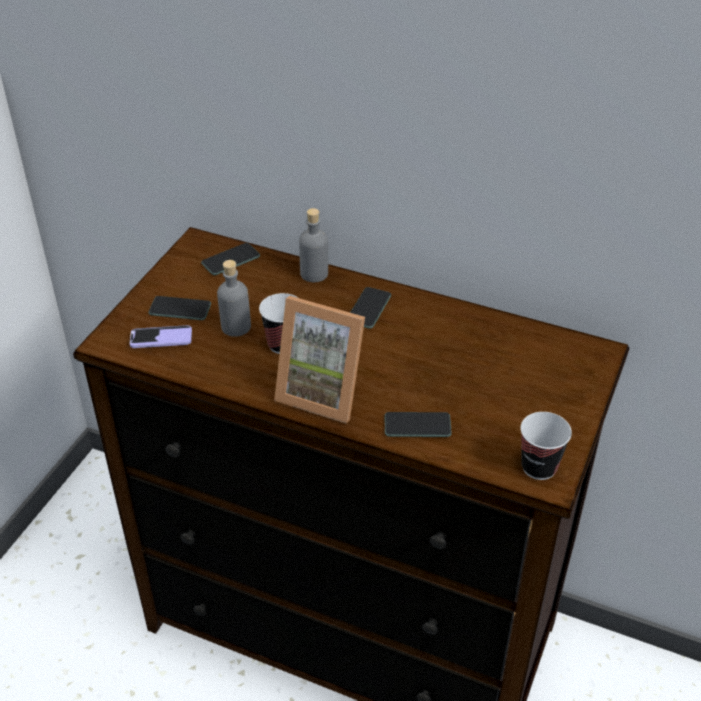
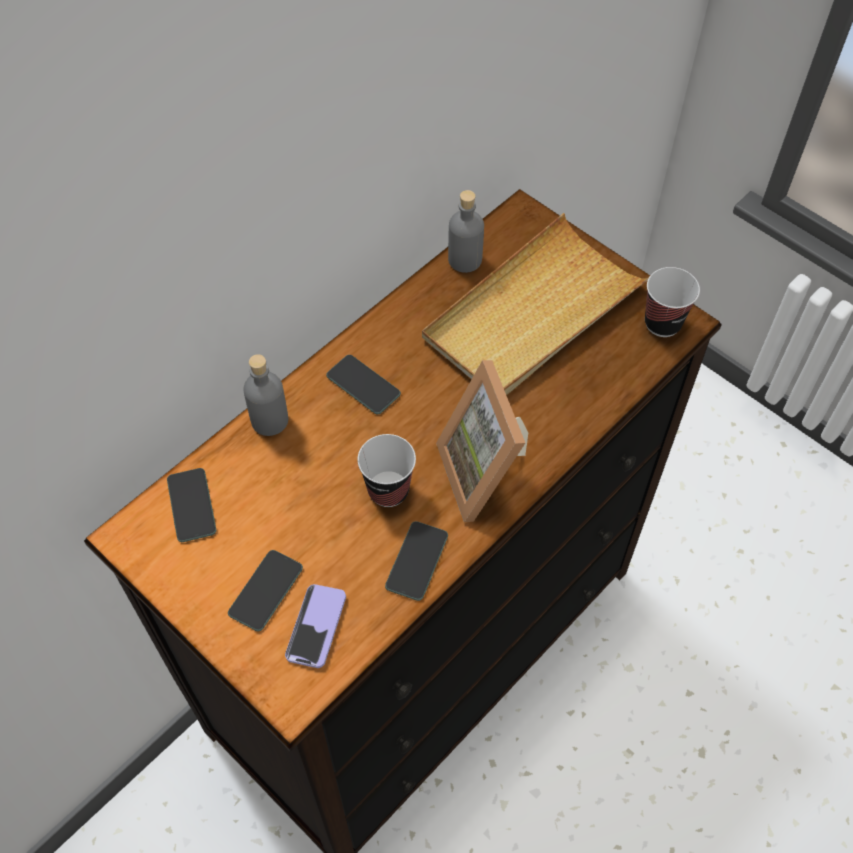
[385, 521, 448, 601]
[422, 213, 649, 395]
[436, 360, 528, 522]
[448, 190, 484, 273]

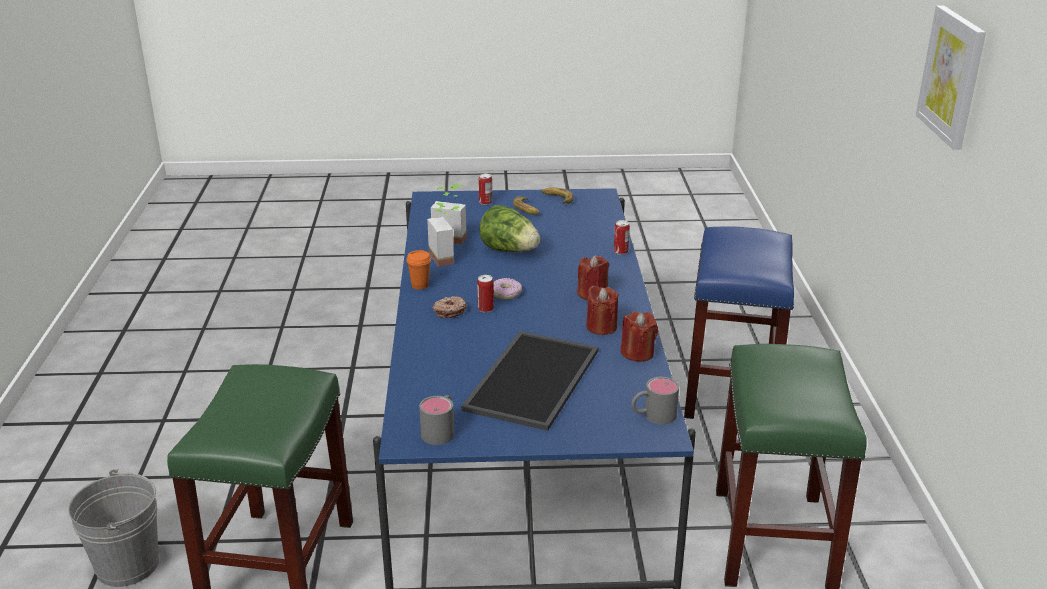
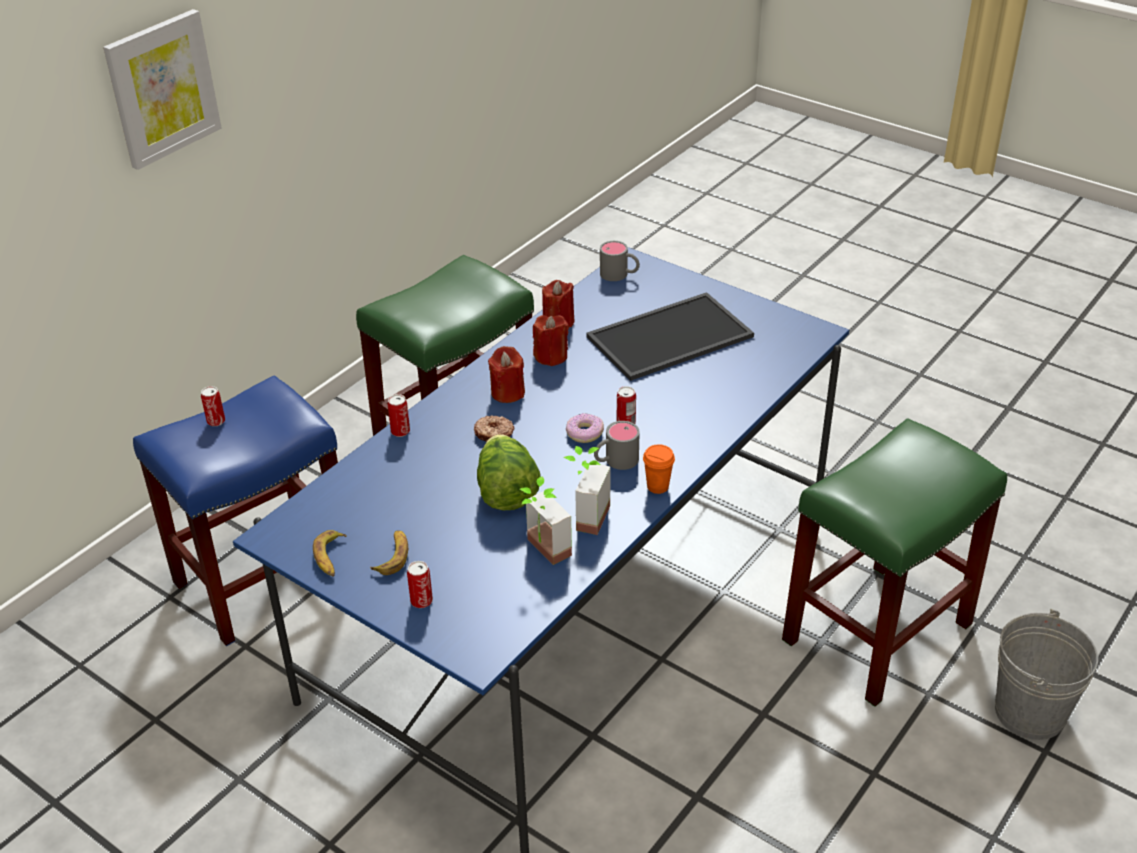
[201, 386, 225, 426]
[474, 415, 514, 442]
[594, 421, 640, 470]

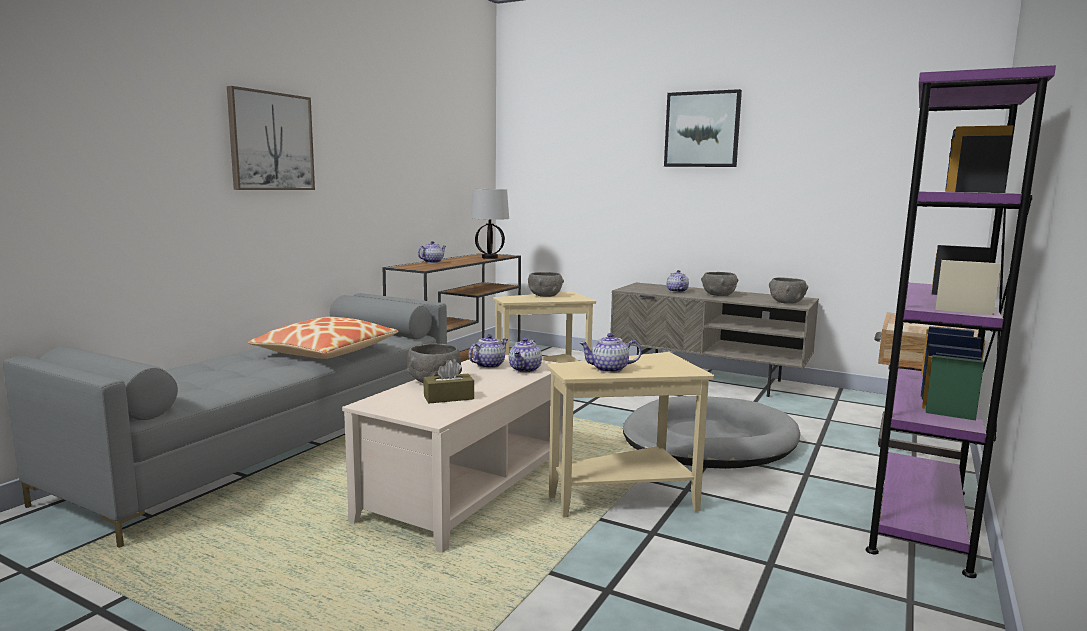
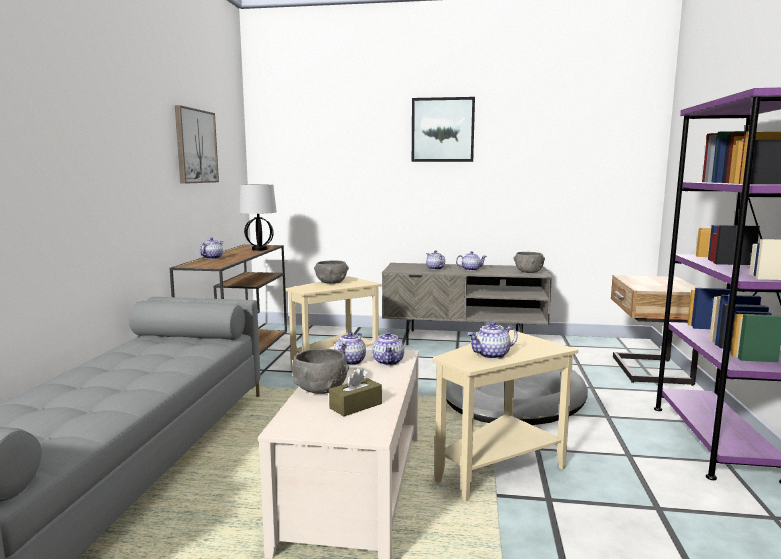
[175, 105, 219, 184]
[456, 251, 487, 271]
[248, 317, 399, 359] (first image)

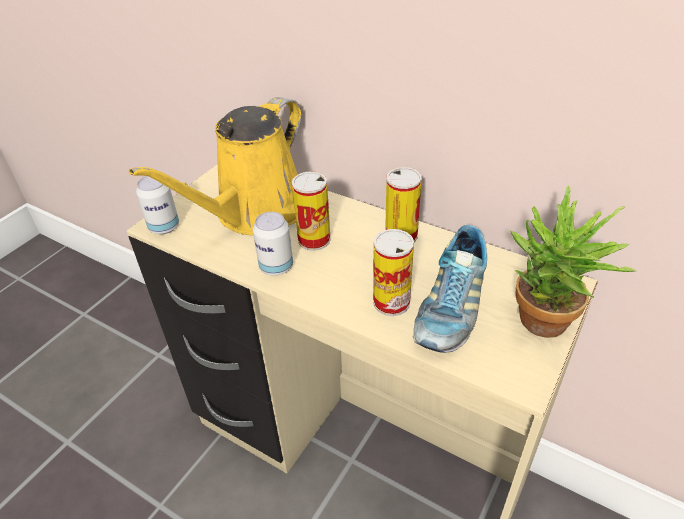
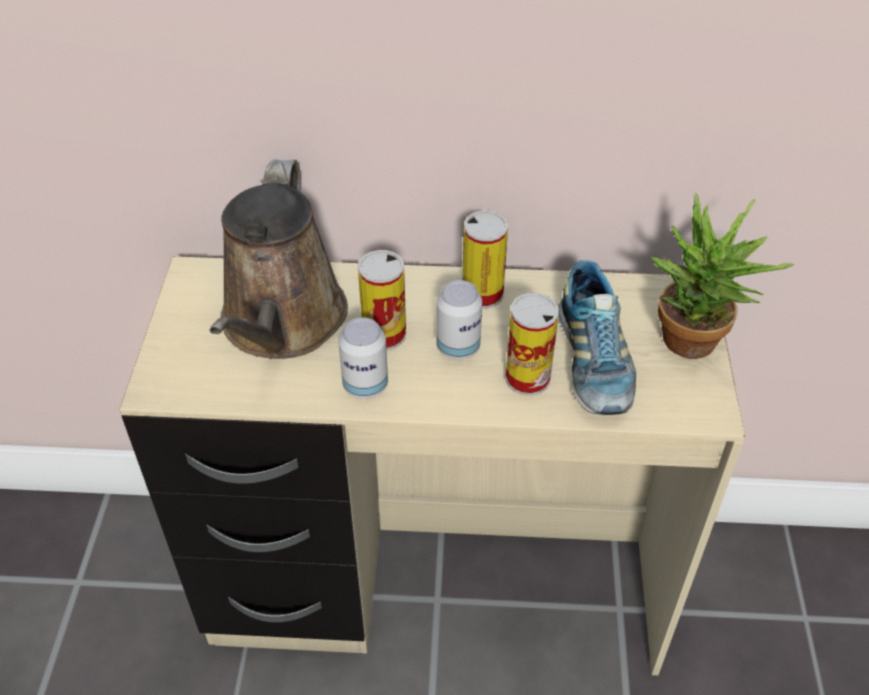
[210, 159, 348, 359]
[436, 280, 482, 359]

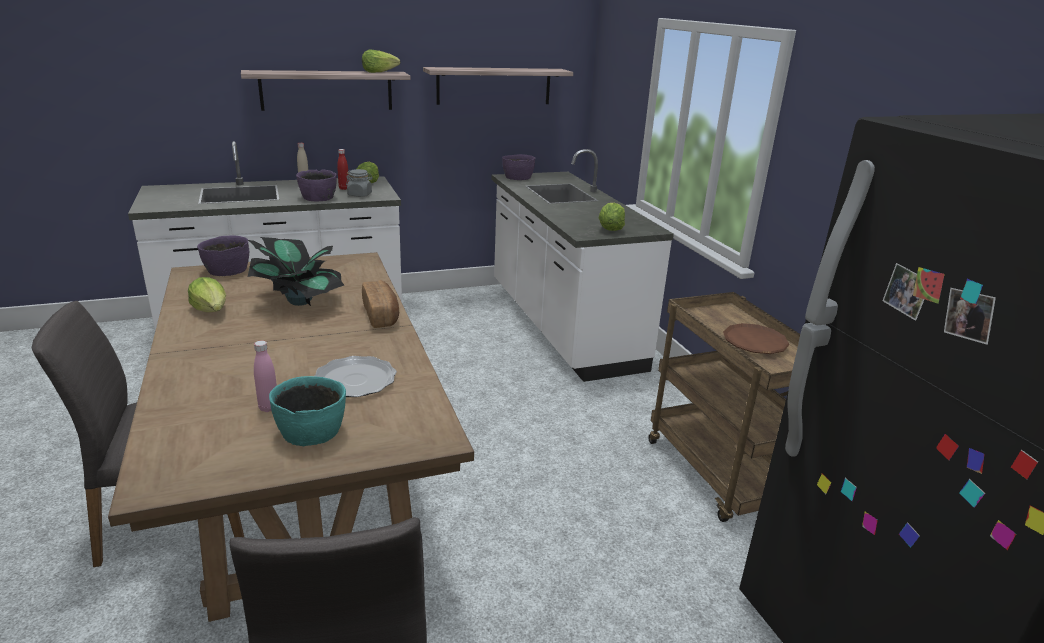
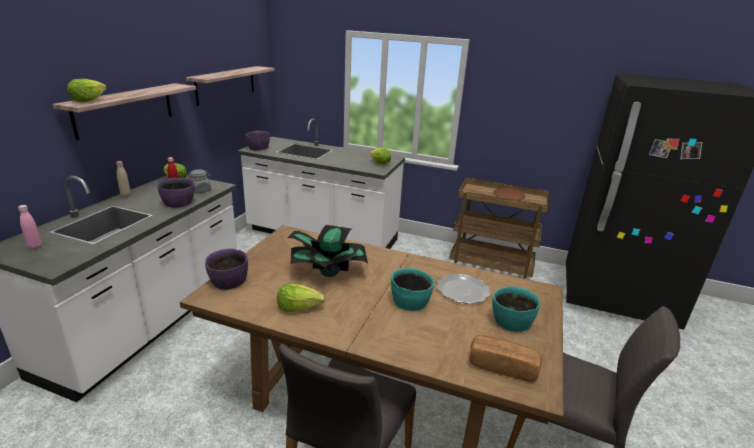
[18, 205, 42, 250]
[67, 79, 107, 103]
[391, 268, 434, 311]
[469, 335, 542, 382]

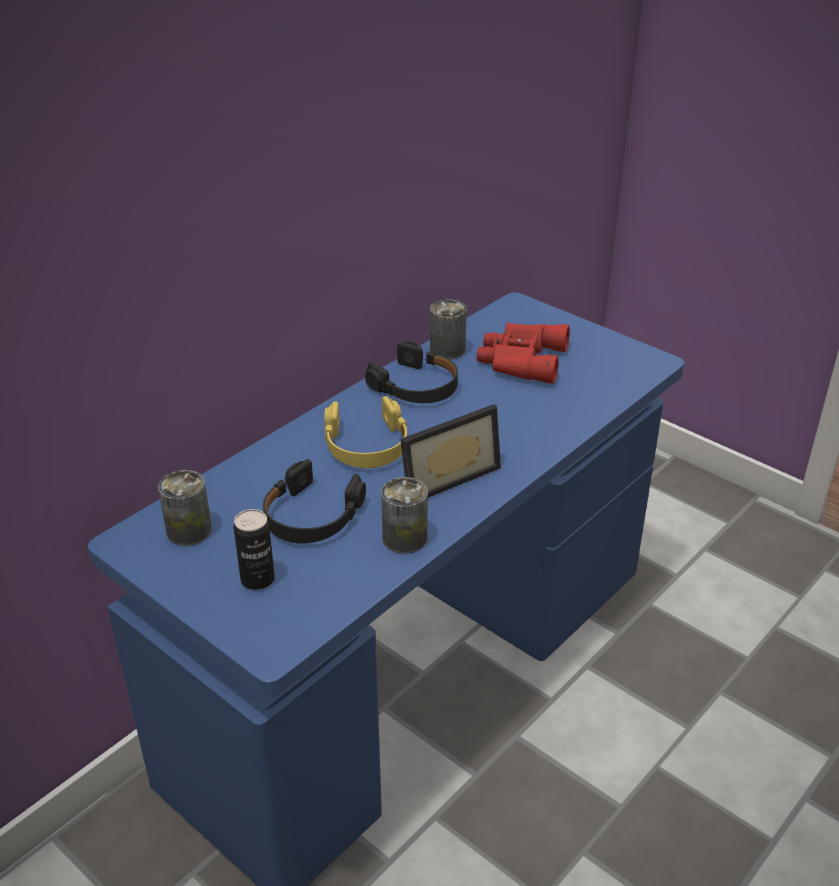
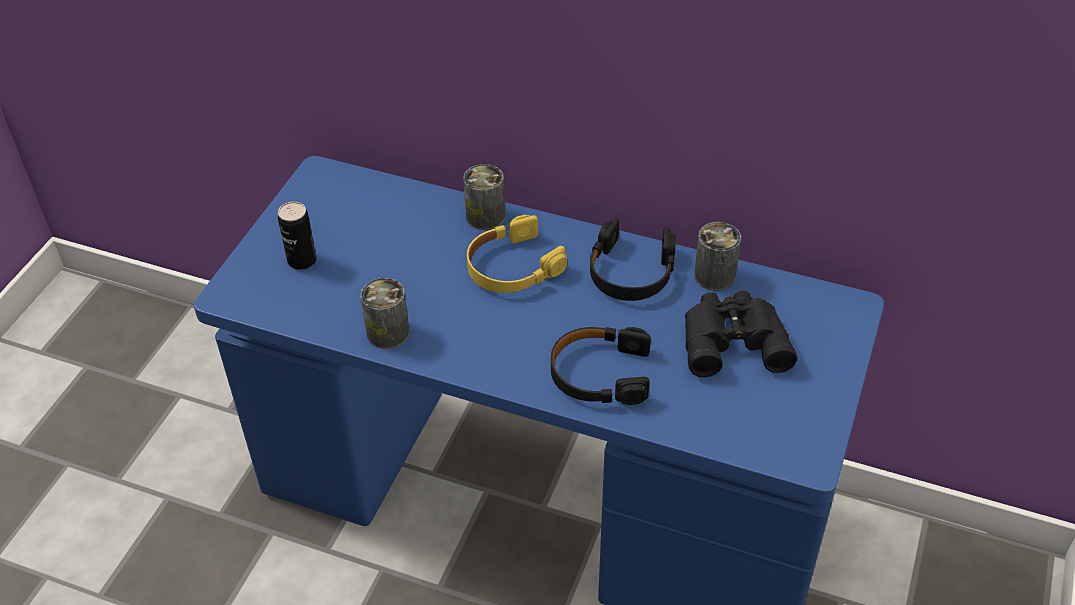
[463, 164, 505, 230]
[551, 327, 651, 405]
[685, 291, 797, 377]
[400, 404, 501, 498] (first image)

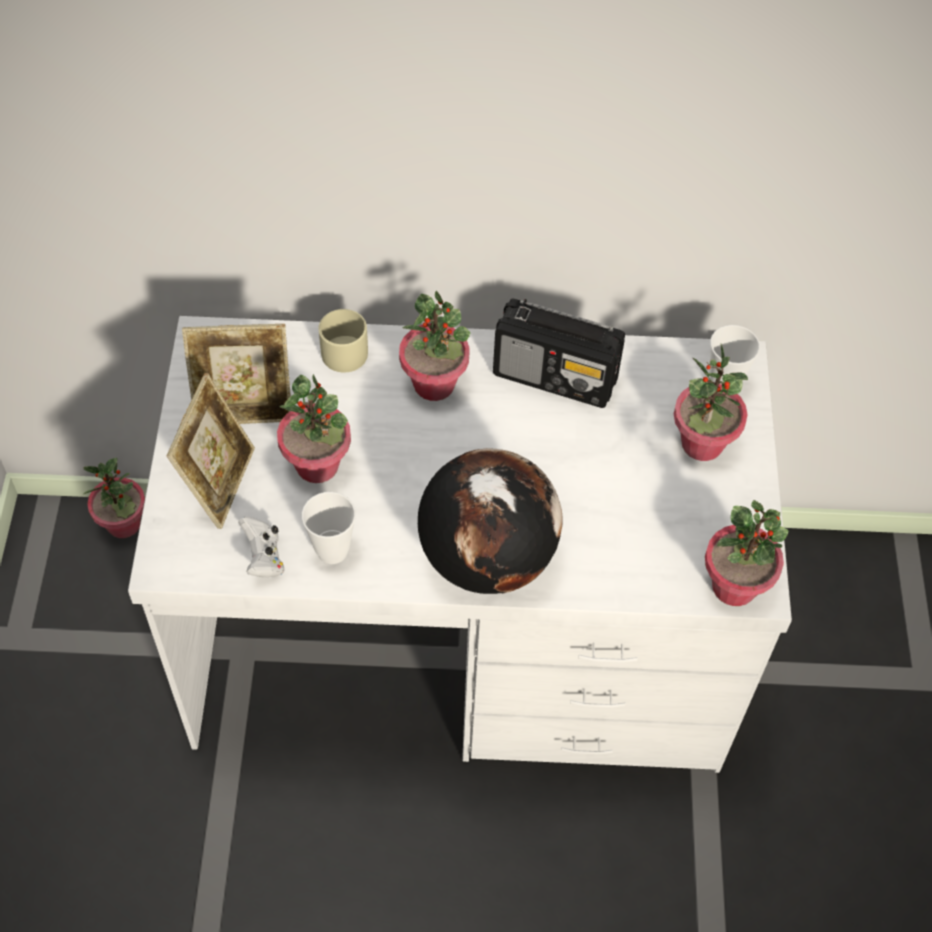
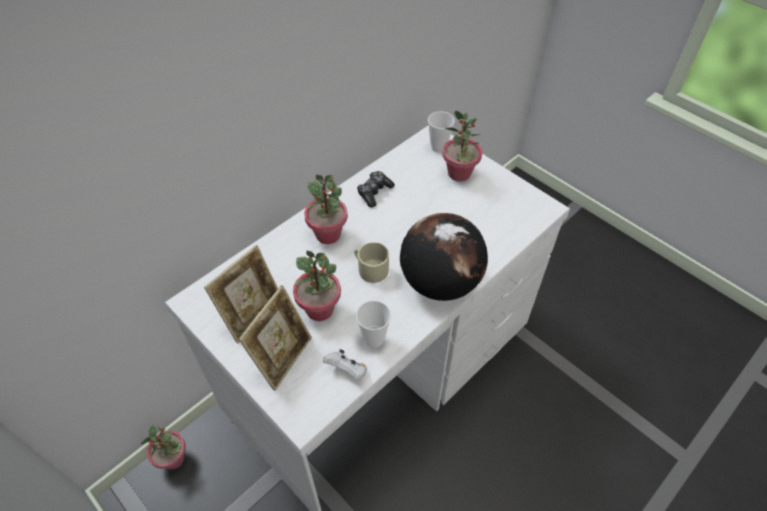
[238, 285, 312, 391]
[354, 242, 389, 283]
[357, 171, 395, 208]
[705, 500, 788, 606] (first image)

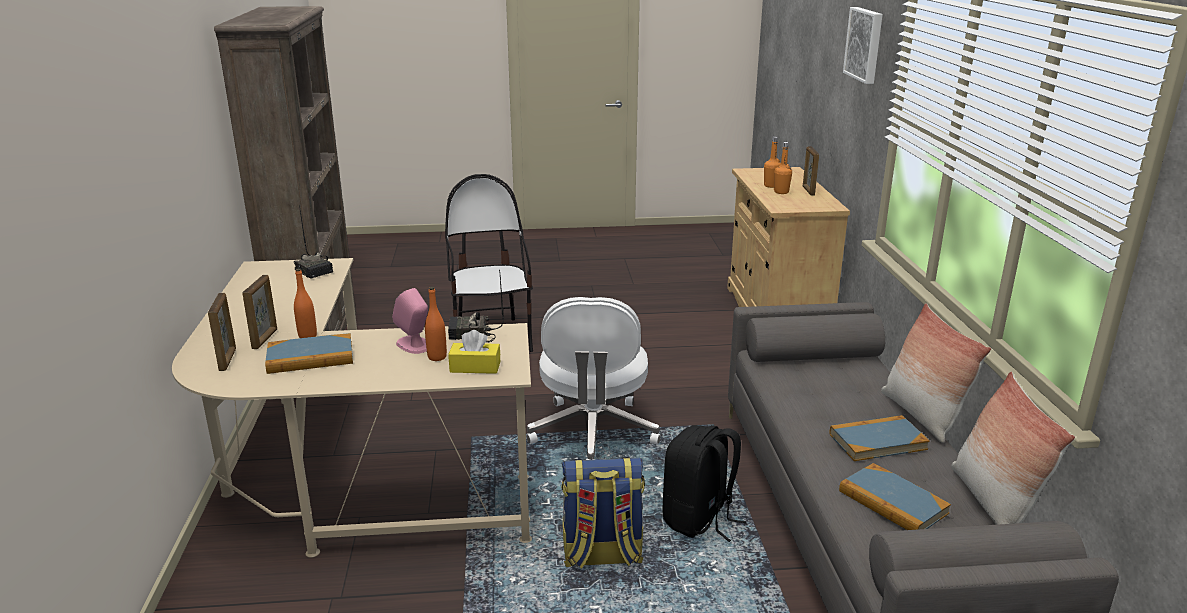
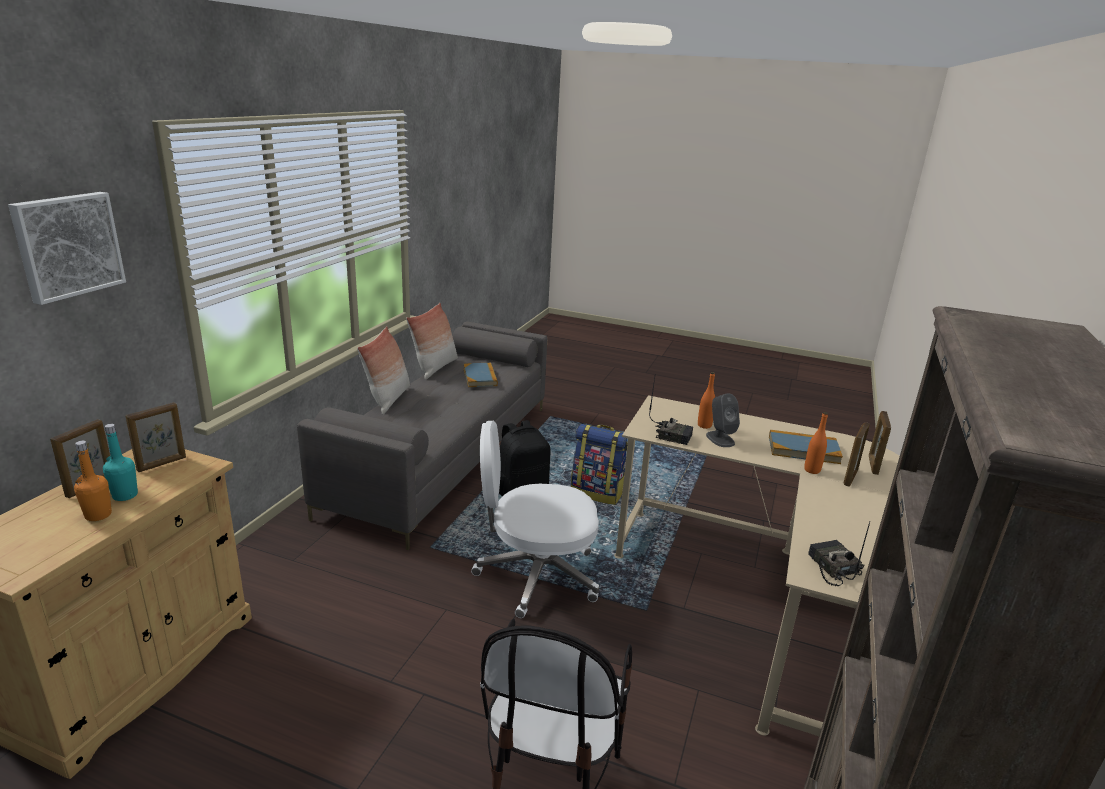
[103, 424, 138, 501]
[126, 402, 186, 472]
[471, 421, 599, 618]
[706, 393, 740, 447]
[448, 330, 500, 374] (first image)
[830, 415, 930, 461] (first image)

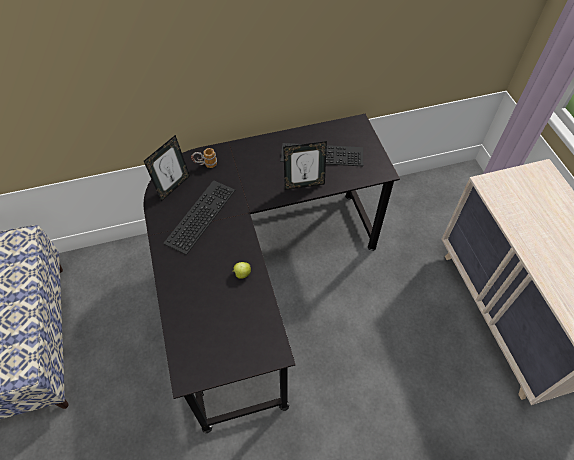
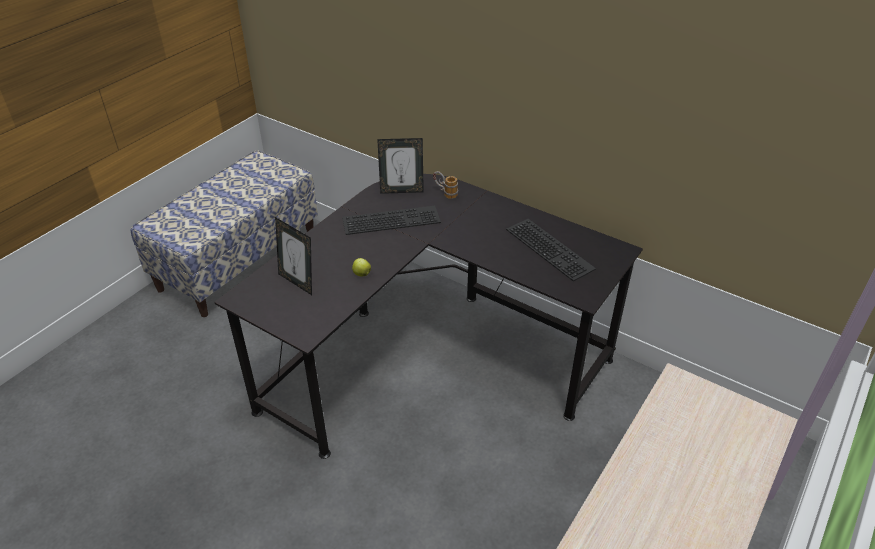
[275, 217, 312, 295]

